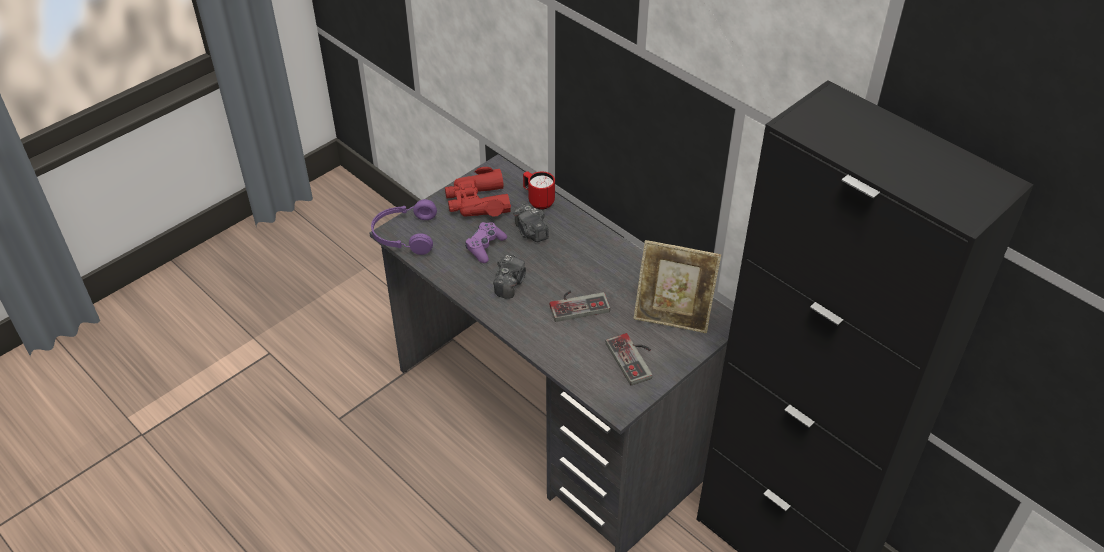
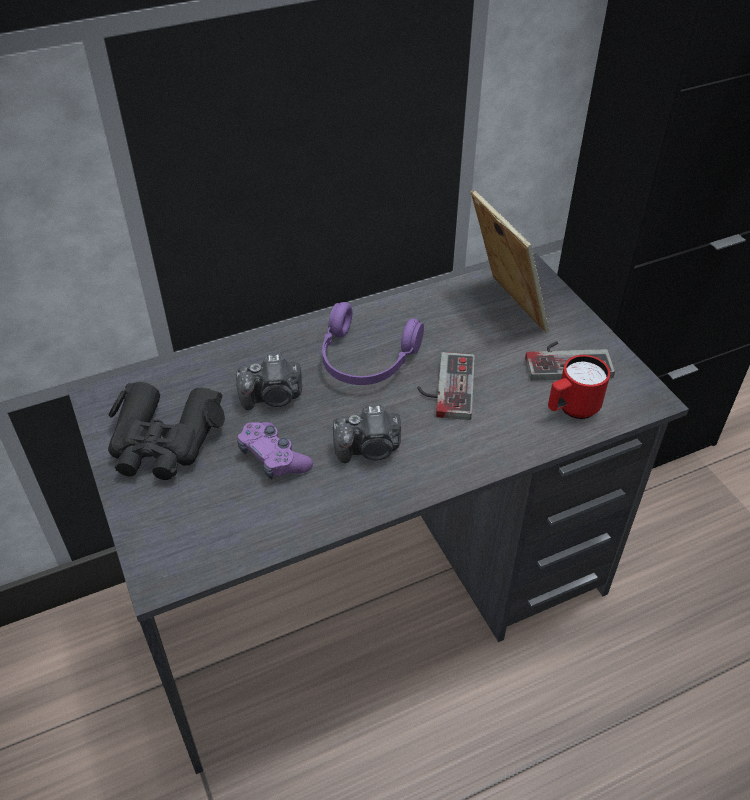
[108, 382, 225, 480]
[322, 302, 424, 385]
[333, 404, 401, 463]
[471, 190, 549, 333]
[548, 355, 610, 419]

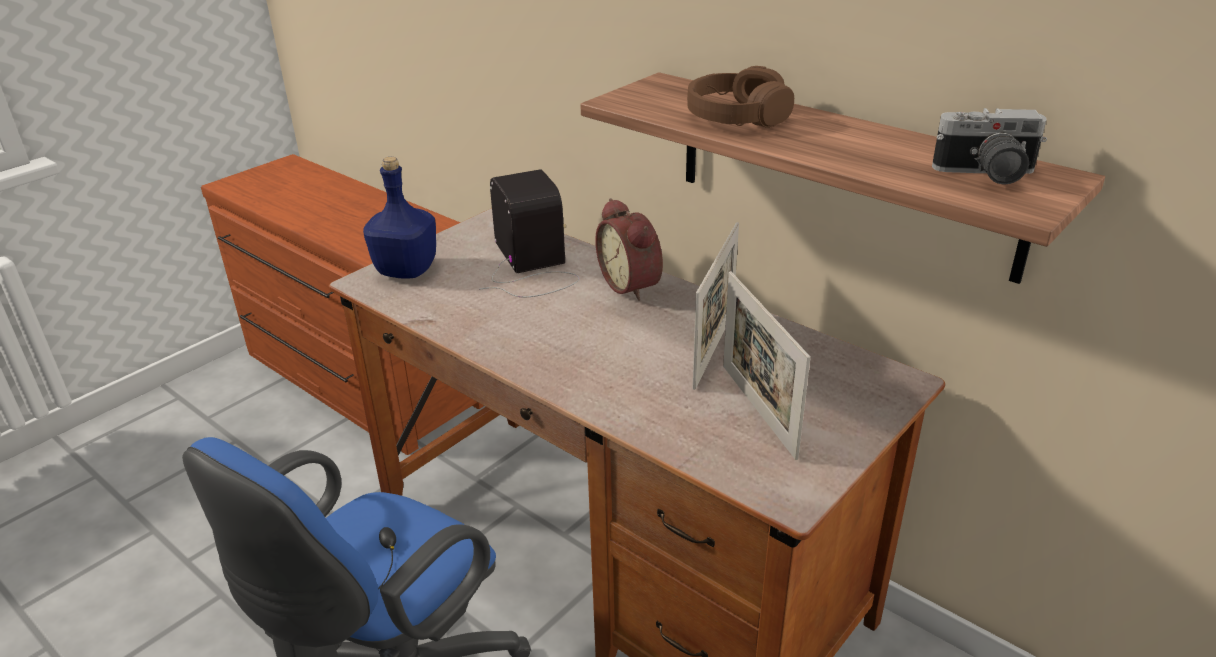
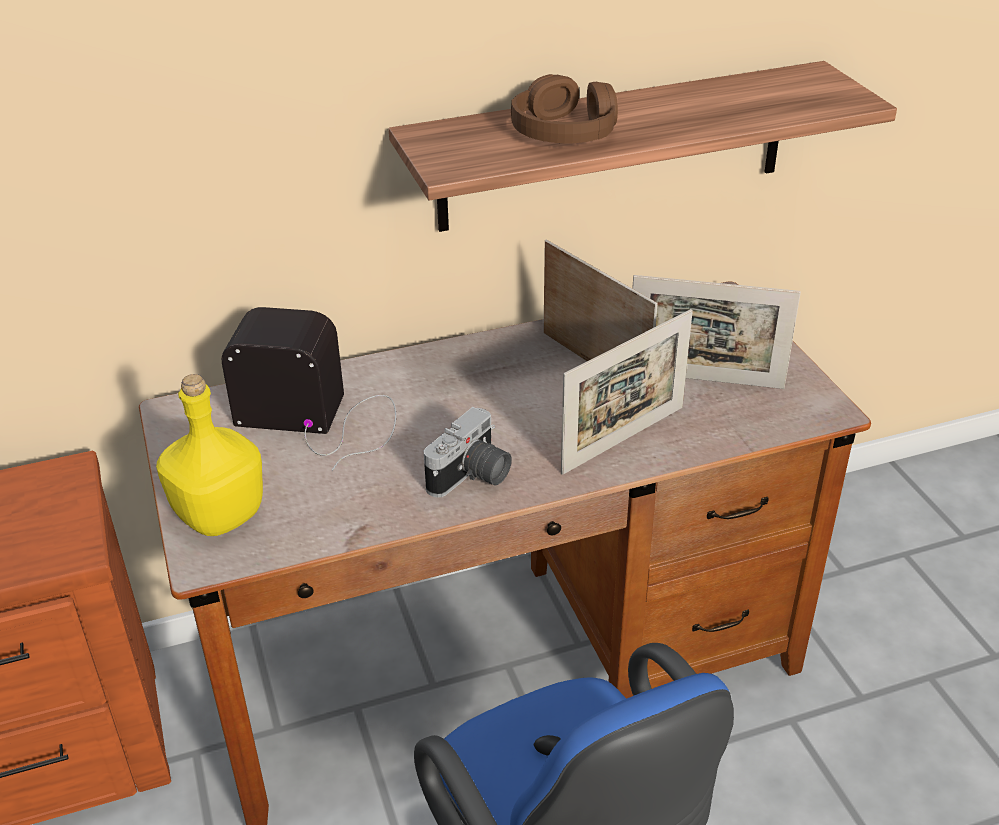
[156, 374, 263, 536]
[424, 407, 512, 498]
[561, 309, 693, 475]
[595, 198, 663, 301] (first image)

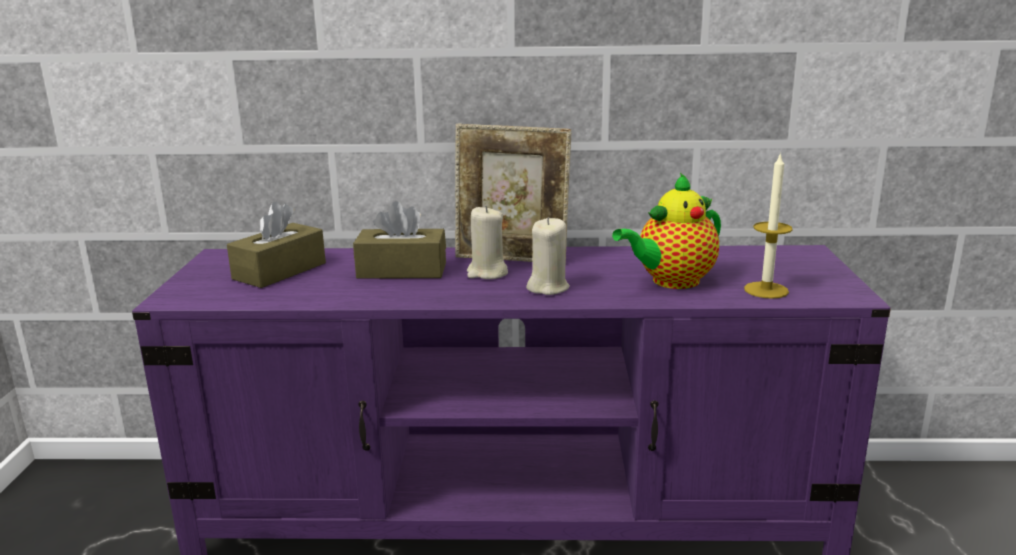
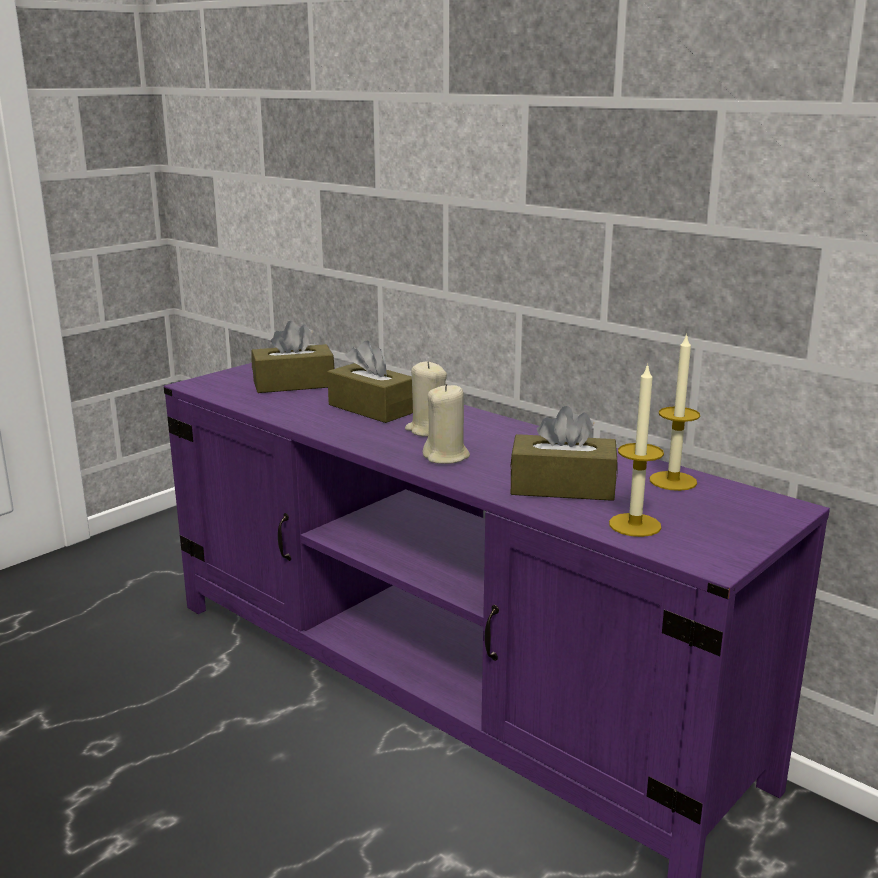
[510, 406, 617, 501]
[650, 333, 700, 491]
[455, 124, 571, 264] (first image)

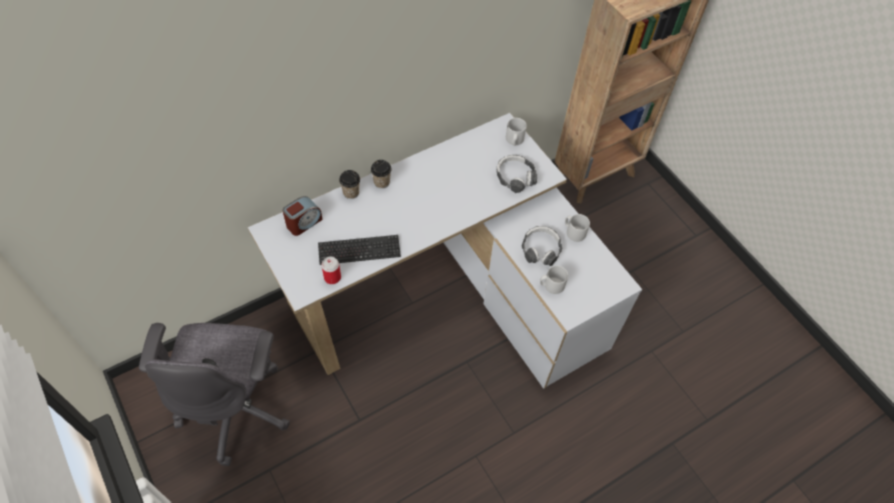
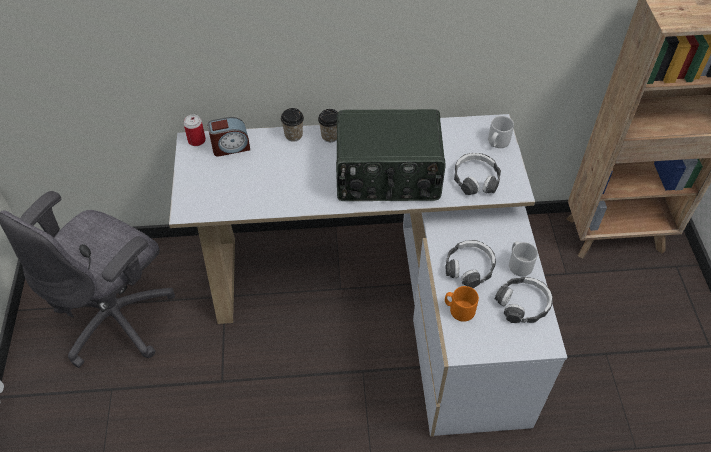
[184, 114, 206, 146]
[336, 109, 446, 201]
[445, 286, 479, 322]
[495, 277, 553, 323]
[318, 235, 401, 265] (first image)

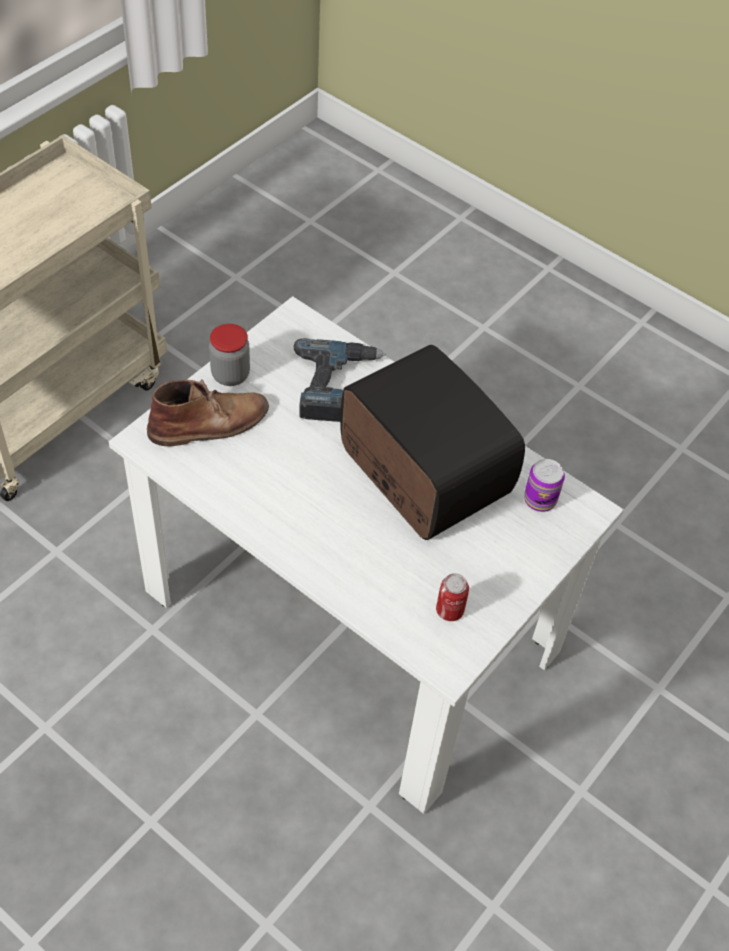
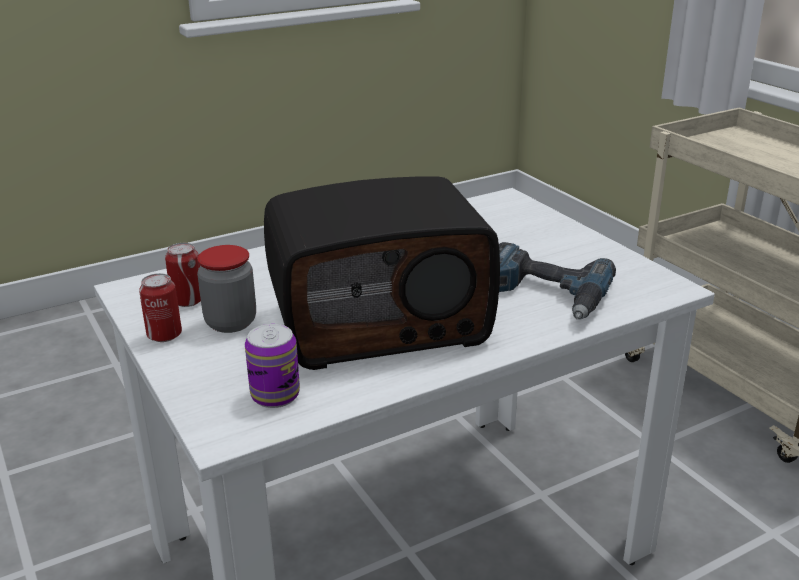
[139, 273, 182, 342]
[197, 245, 256, 333]
[147, 379, 269, 446] (first image)

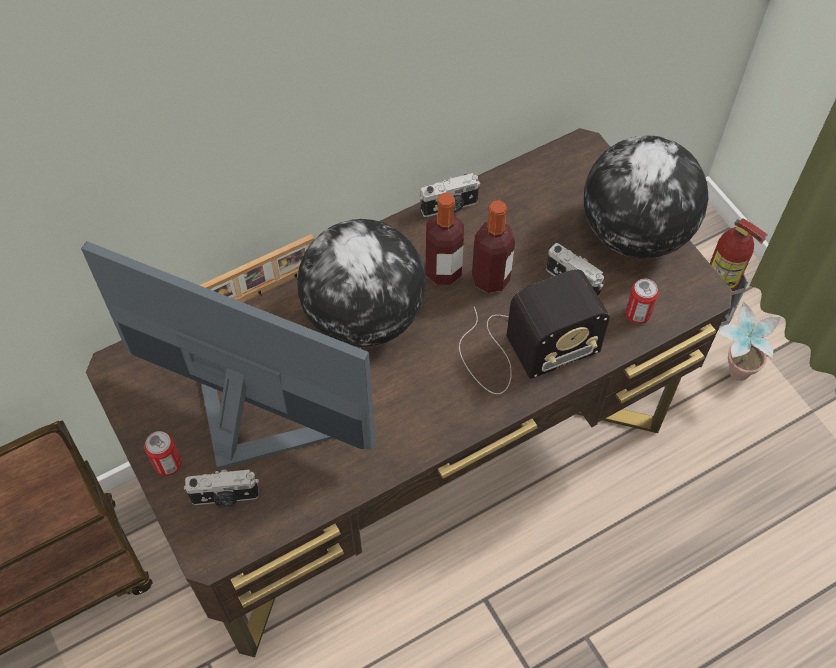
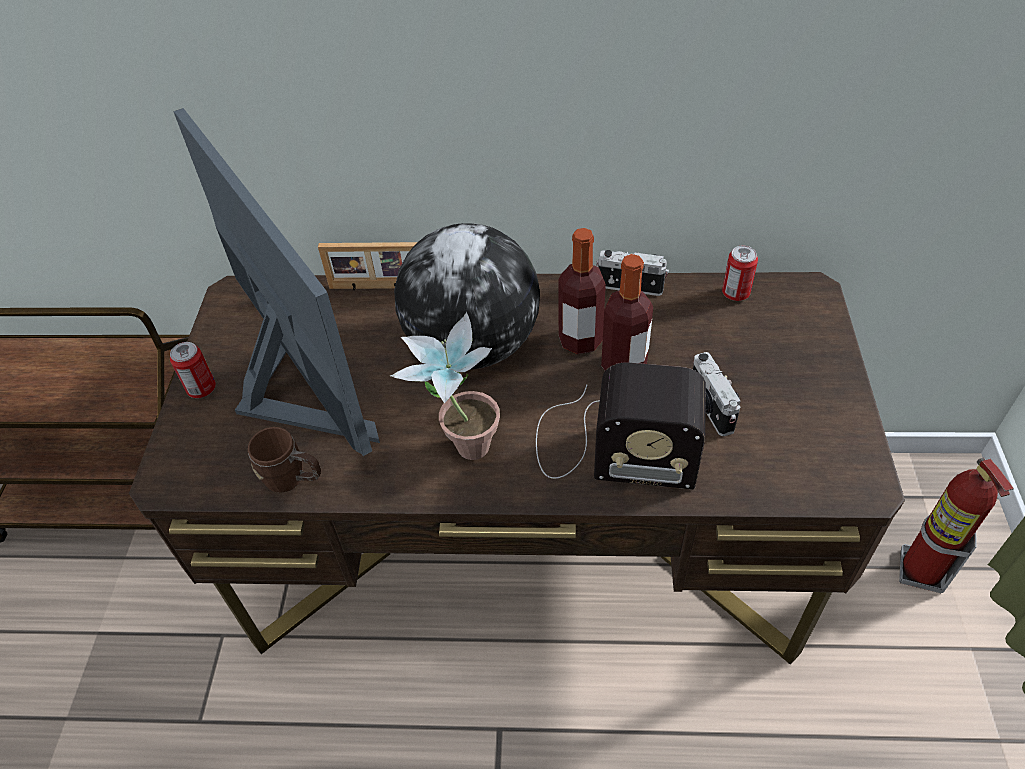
[248, 427, 321, 493]
[390, 312, 500, 460]
[722, 246, 758, 301]
[184, 469, 259, 508] (first image)
[584, 135, 708, 259] (first image)

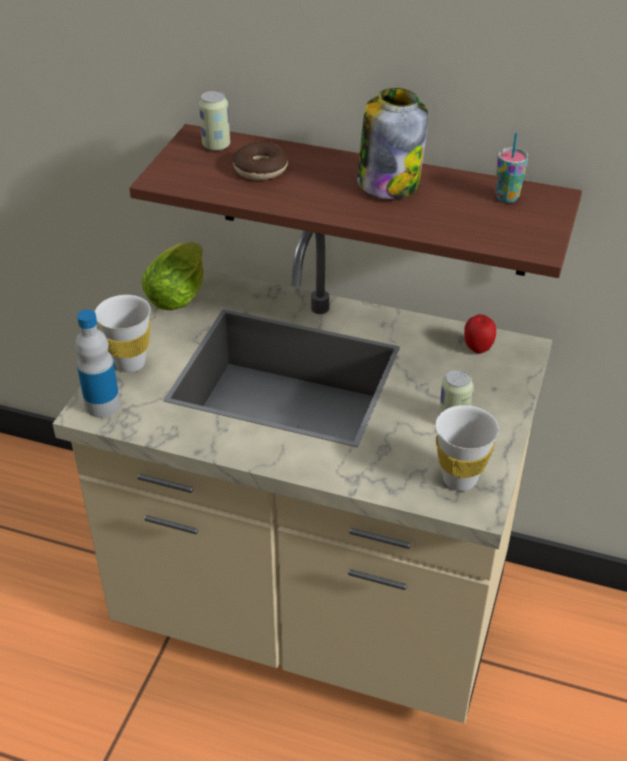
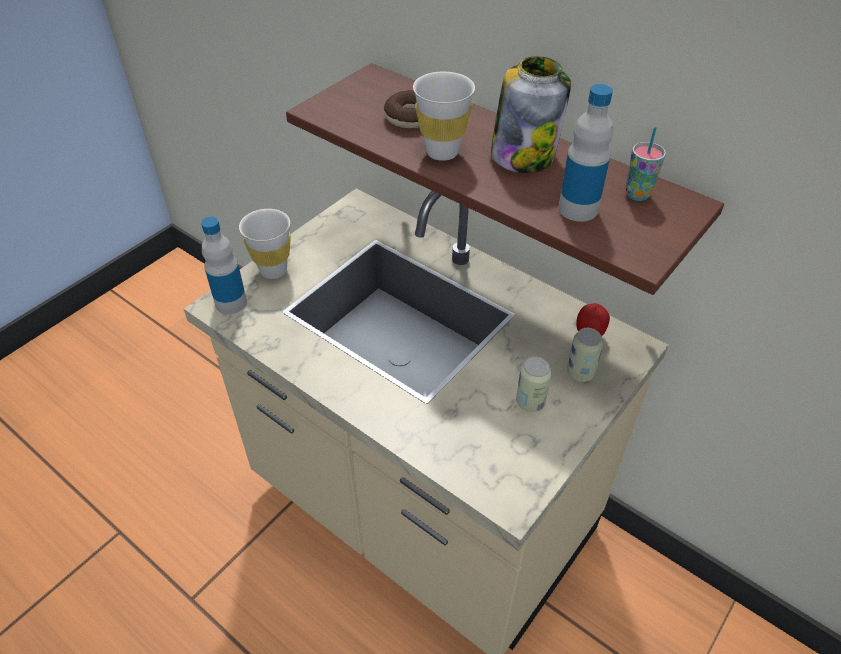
[413, 71, 475, 161]
[558, 84, 613, 222]
[567, 328, 603, 382]
[142, 242, 203, 310] (first image)

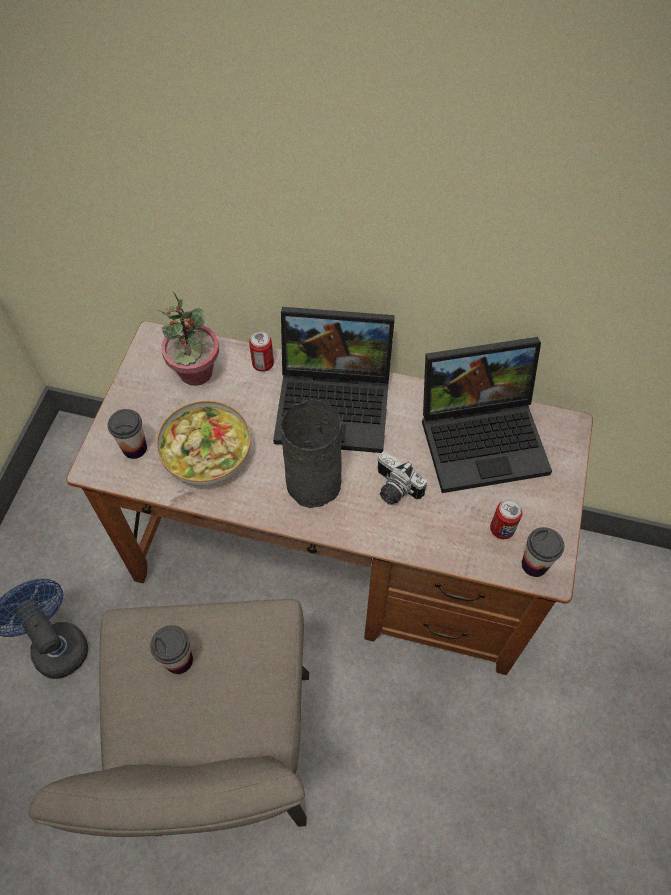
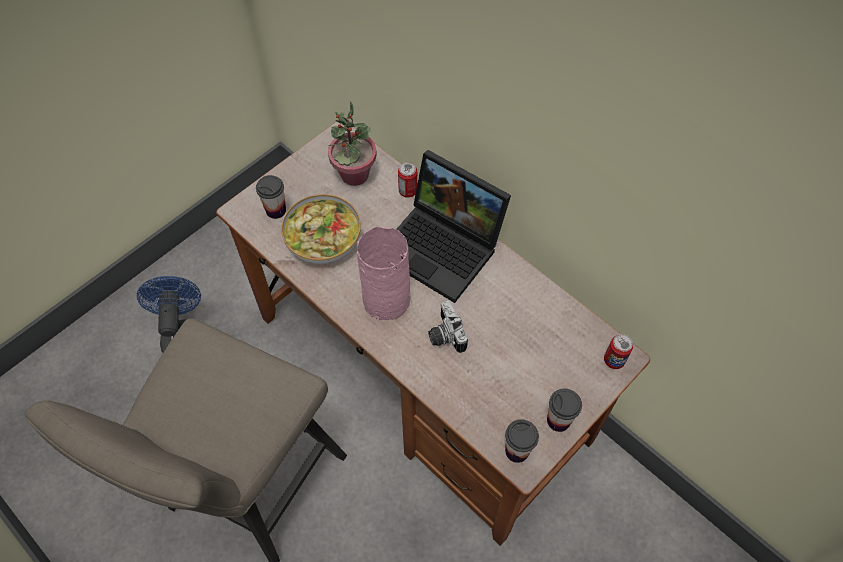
[357, 227, 410, 320]
[547, 388, 582, 432]
[604, 334, 633, 369]
[422, 337, 552, 493] (first image)

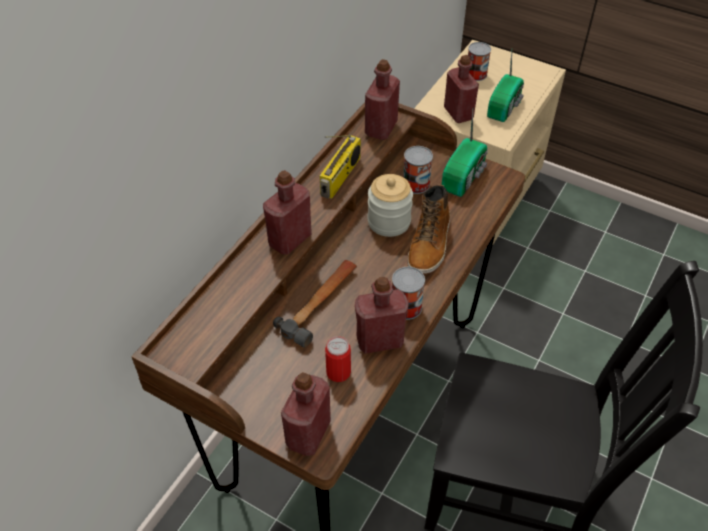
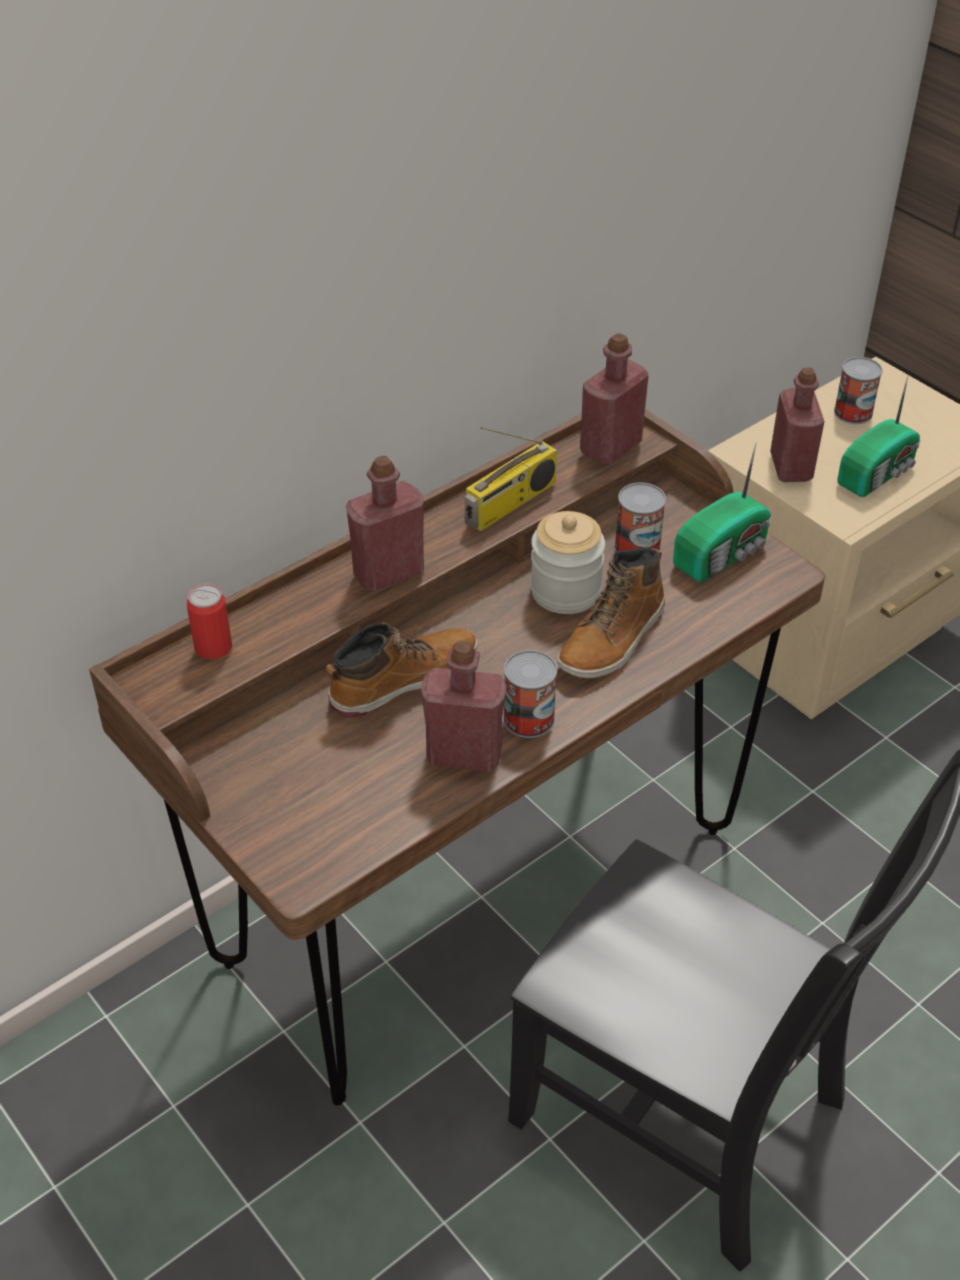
[187, 584, 232, 659]
[326, 622, 478, 717]
[281, 372, 331, 456] (first image)

